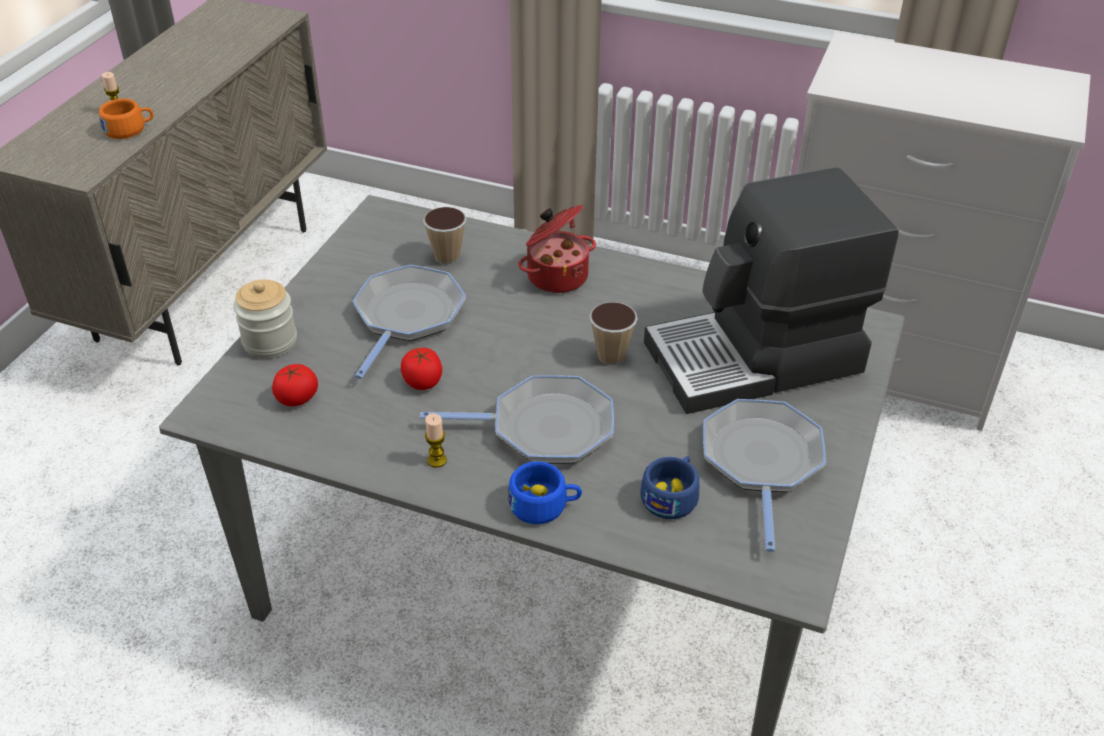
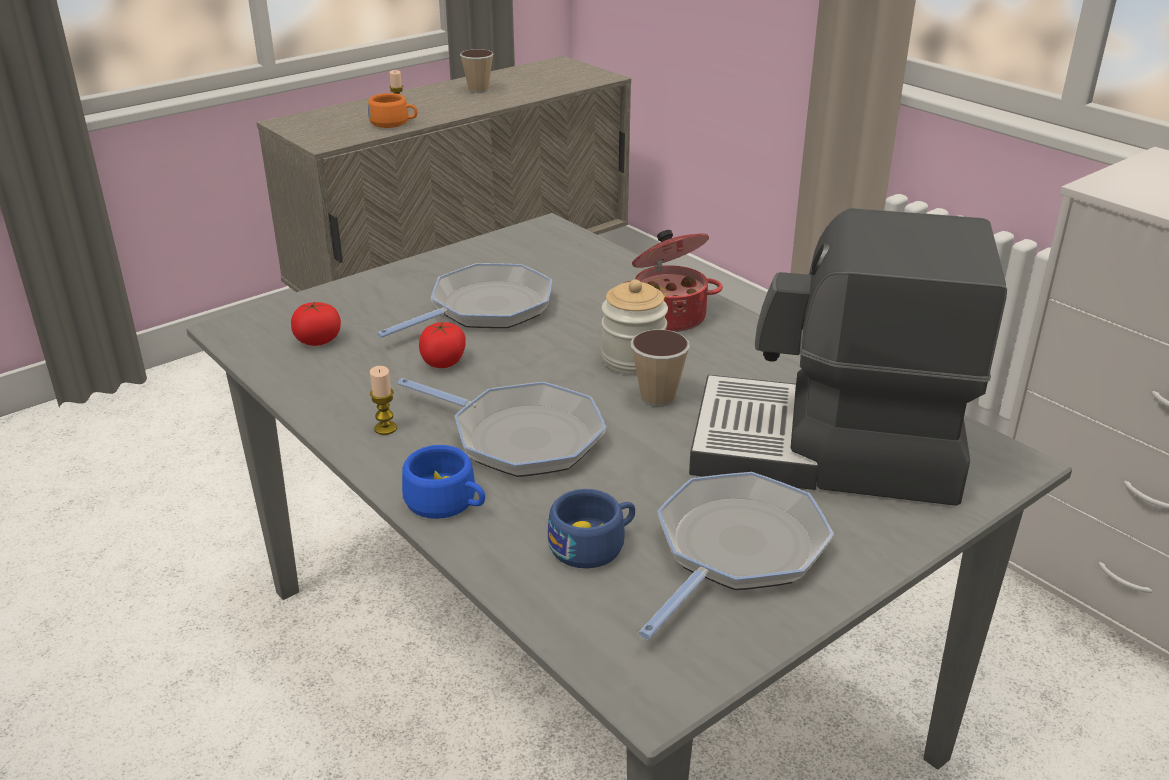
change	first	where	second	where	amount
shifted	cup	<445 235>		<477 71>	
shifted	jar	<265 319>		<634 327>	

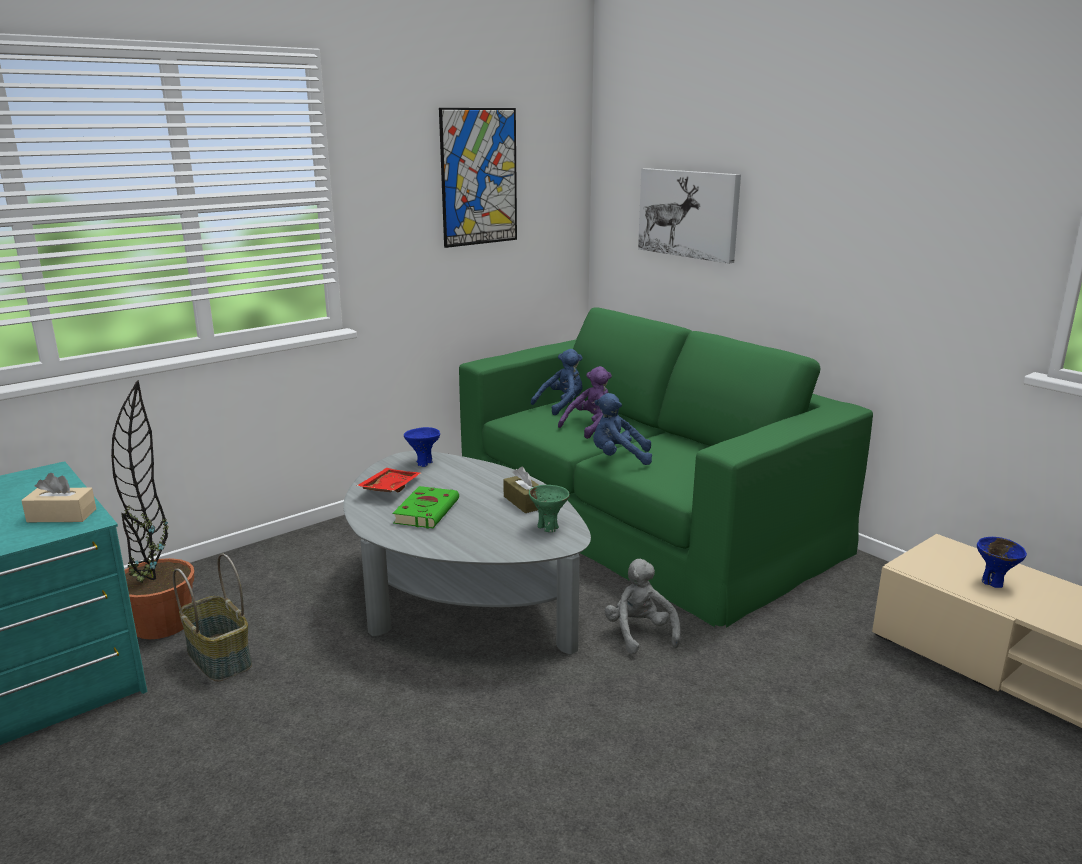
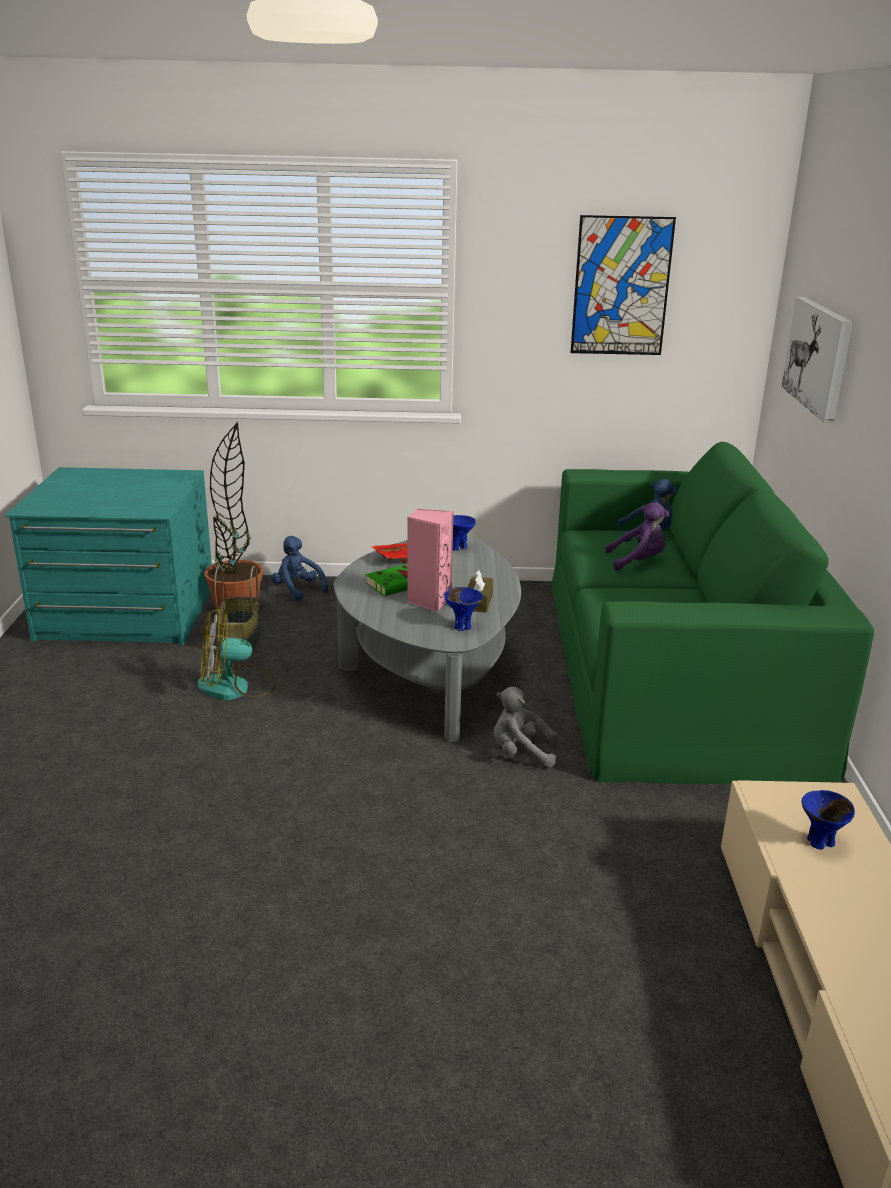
change	first	where	second	where	amount
new			fan	<237 654>	
shifted	blue plush toy	<622 429>		<299 568>	
new			pink speaker	<430 560>	
repainted	green bowl	<549 508>	blue bowl	<464 609>	
rotated	grey plush toy	<642 606>		<526 727>	105 degrees counterclockwise
gone	beige tissue box	<58 497>			

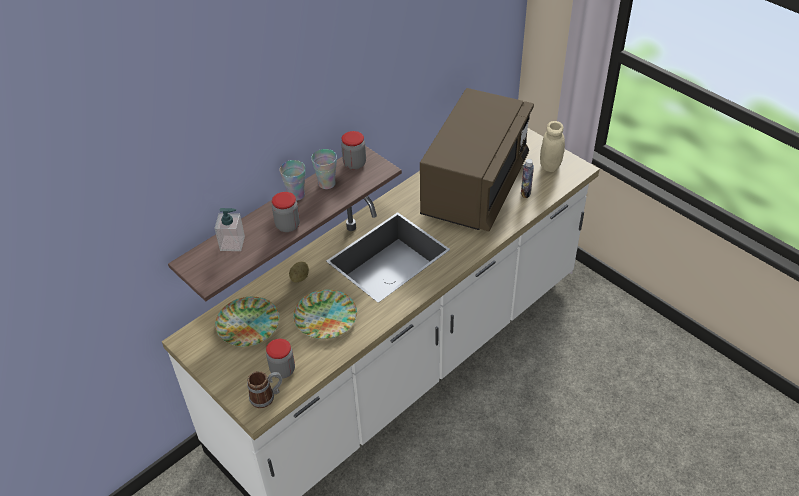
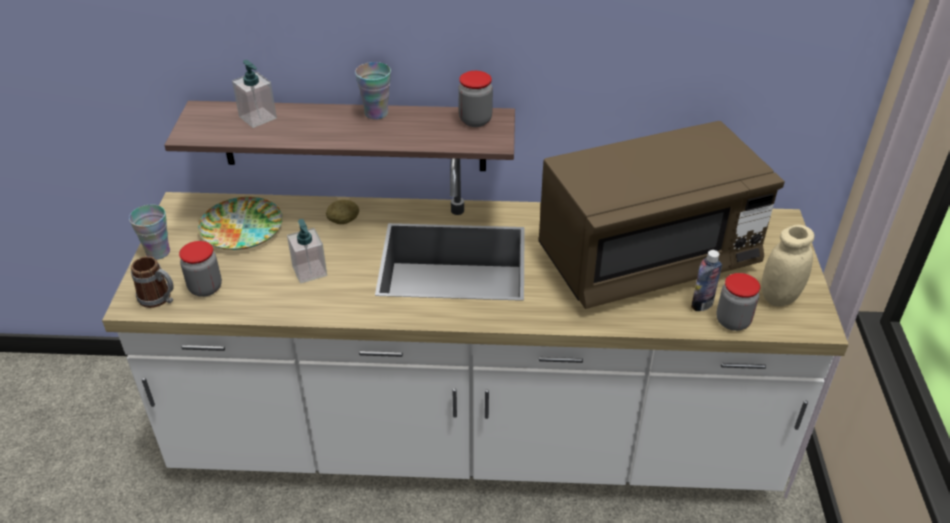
change	first	where	second	where	amount
shifted	cup	<324 169>		<149 232>	
swapped	plate	<325 314>	soap dispenser	<307 251>	
shifted	jar	<286 212>		<738 302>	

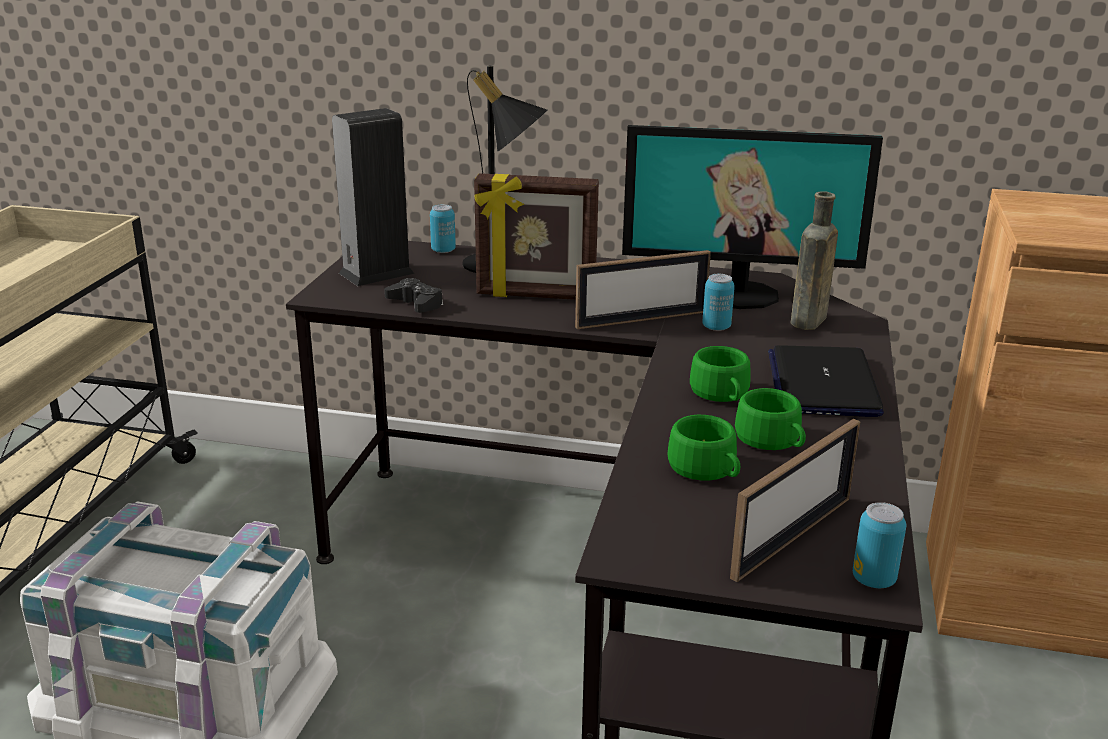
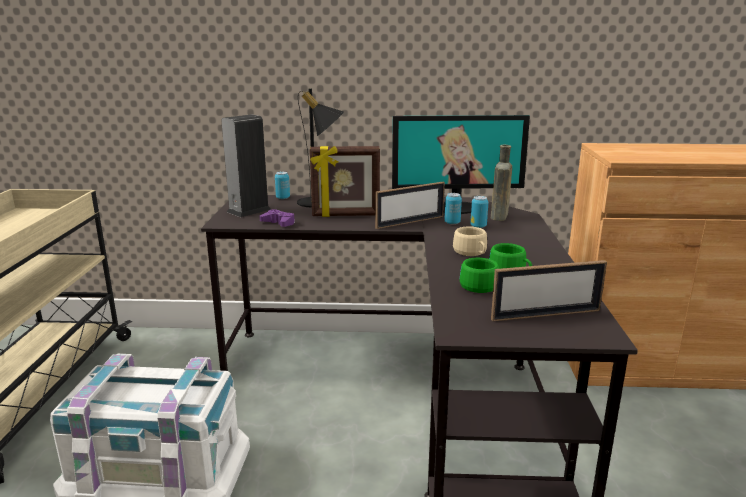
change	first	where	second	where	amount
repainted	black game controller	<413 295>	purple game controller	<277 218>	
repainted	green cup	<720 374>	beige cup	<470 241>	
shifted	can	<880 545>		<479 212>	
rotated	picture frame	<795 500>		<549 290>	45 degrees clockwise
gone	laptop	<826 381>			

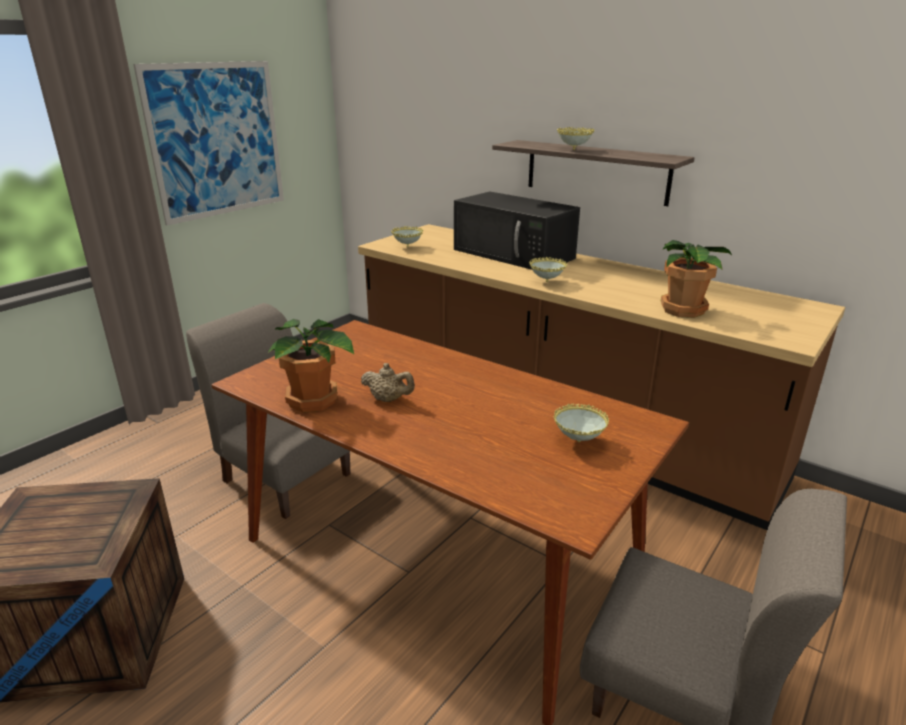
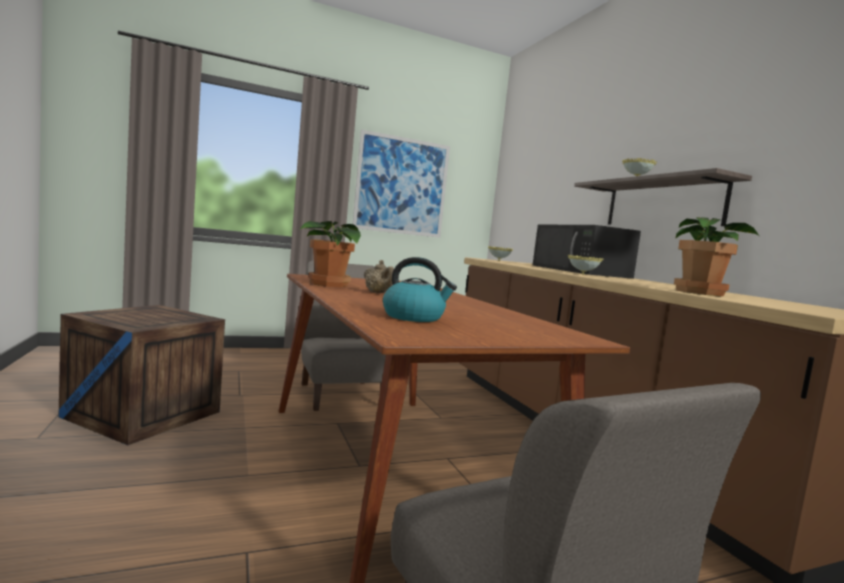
change	first	where	second	where	amount
new			kettle	<420 289>	
gone	bowl	<581 422>			

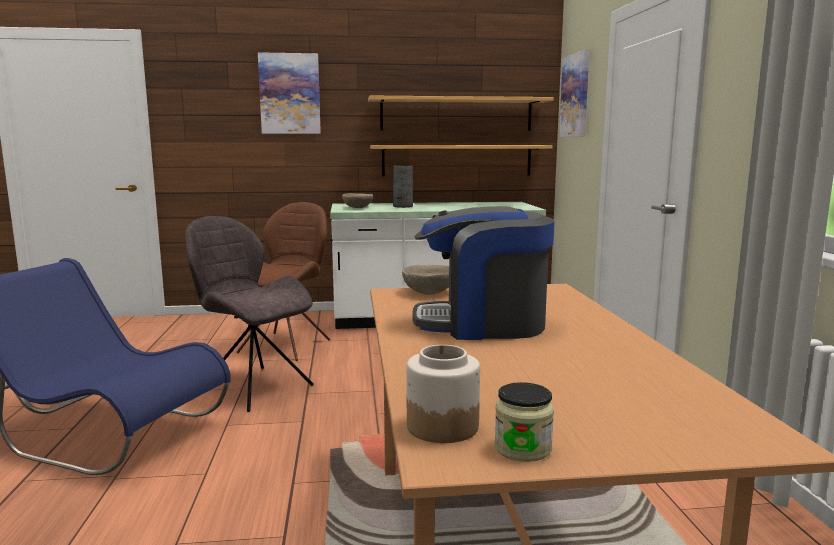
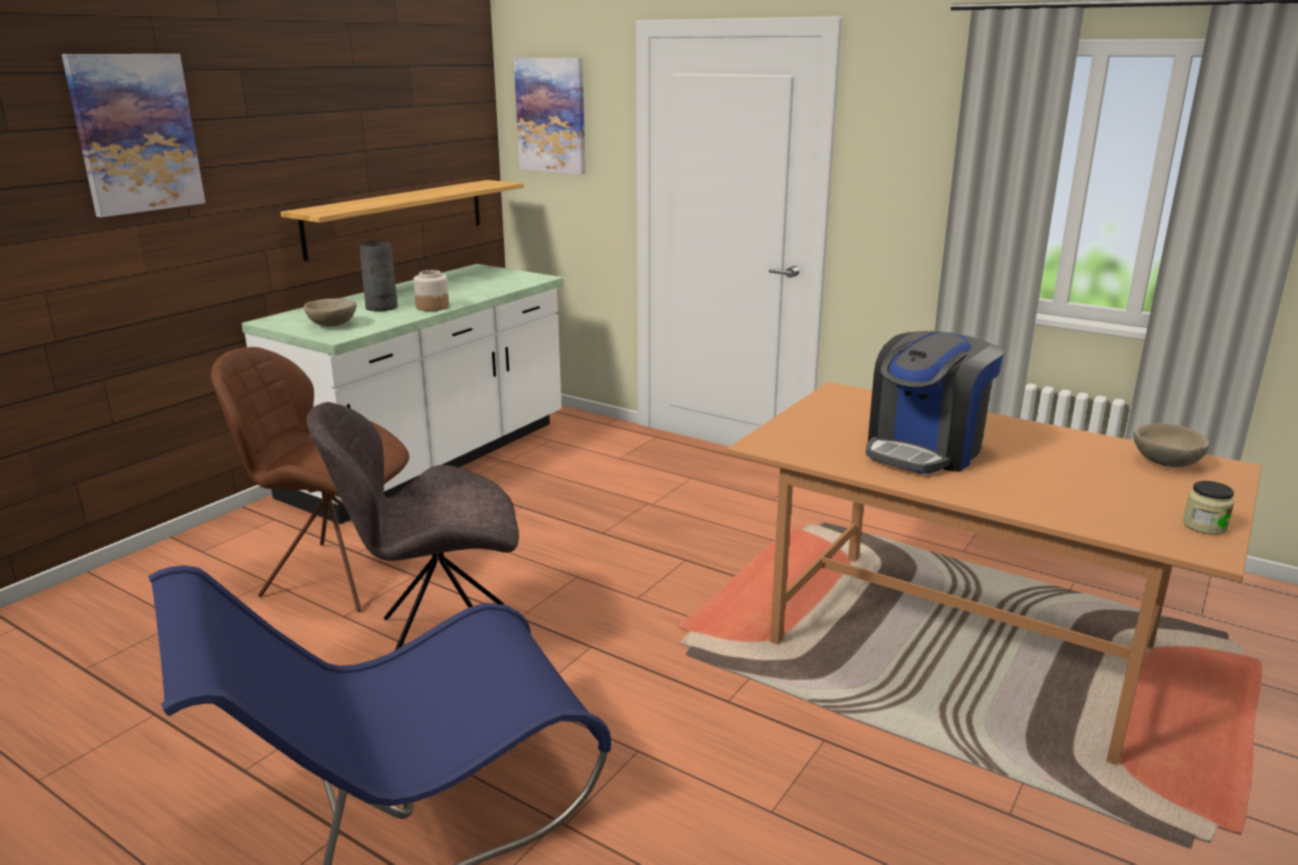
change	first	where	second	where	amount
rotated	brown chair	<283 281>		<310 479>	45 degrees counterclockwise
shifted	jar	<443 394>		<431 290>	
shifted	beige bowl	<425 280>		<1171 445>	
gone	shelf	<461 113>			

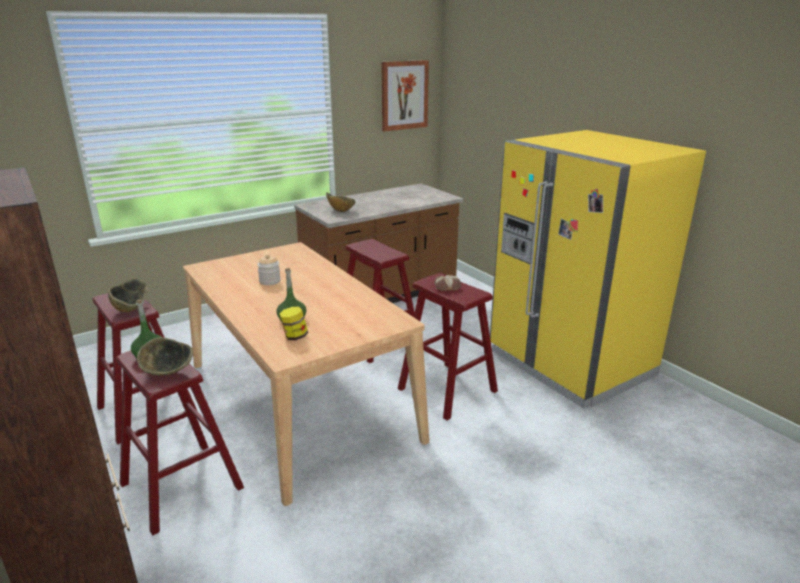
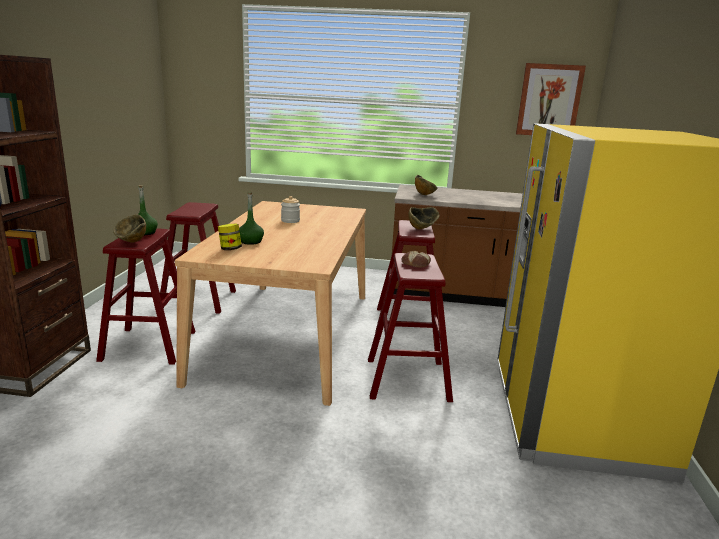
change	first	where	second	where	amount
shifted	bowl	<128 295>		<424 218>	

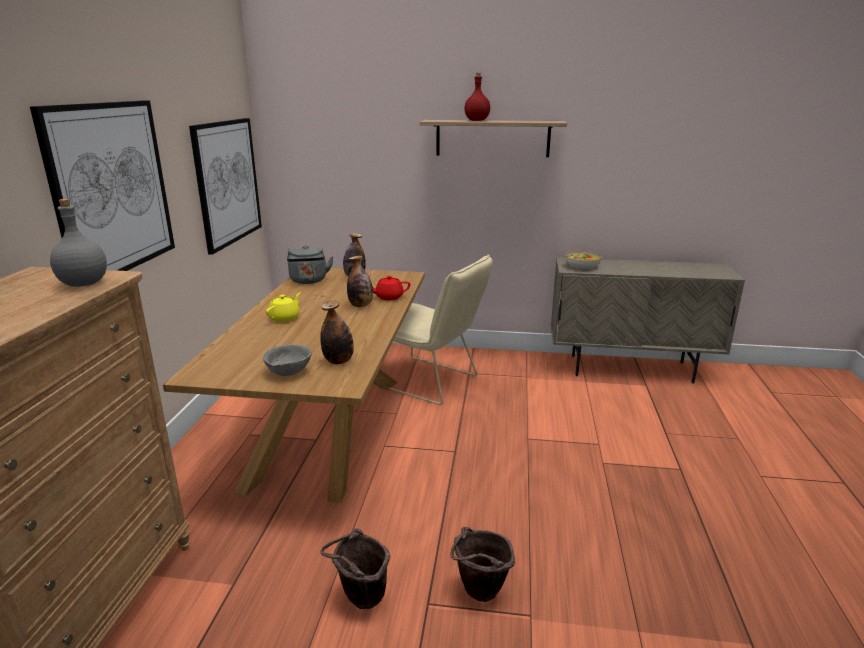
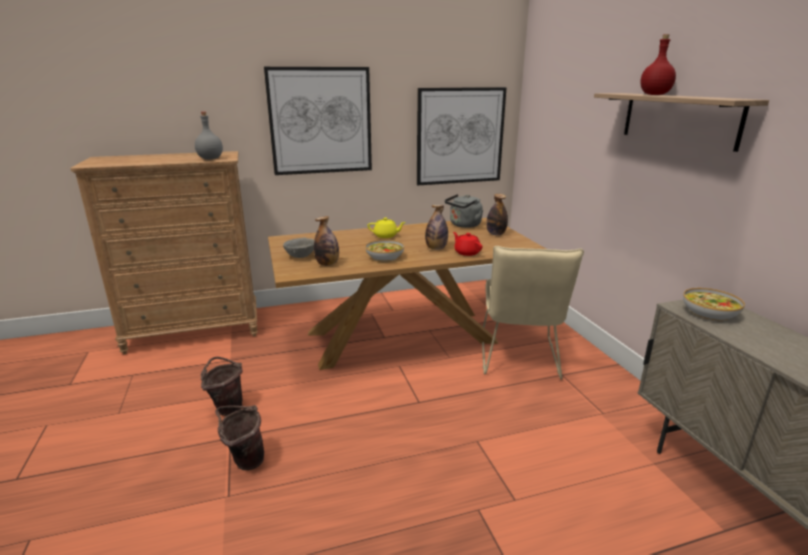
change	first	where	second	where	amount
new			bowl	<384 251>	

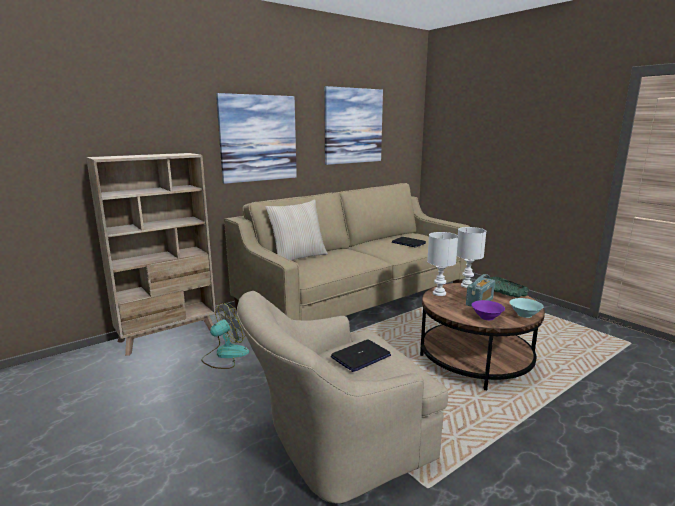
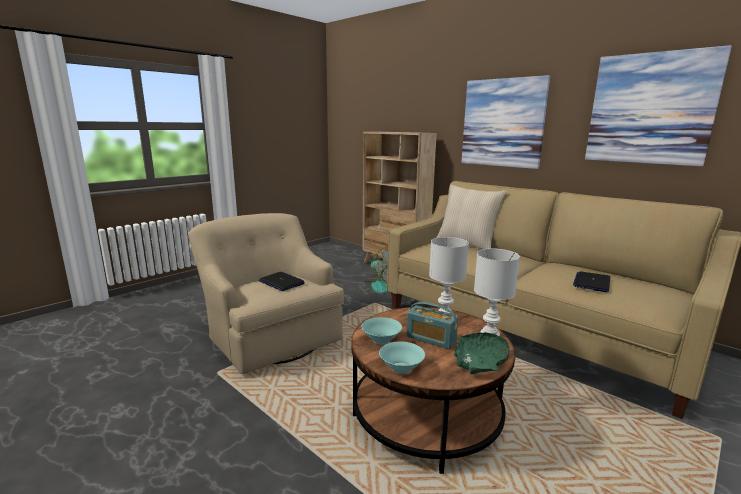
change	first	where	second	where	amount
repainted	purple bowl	<488 310>	turquoise bowl	<382 331>	

